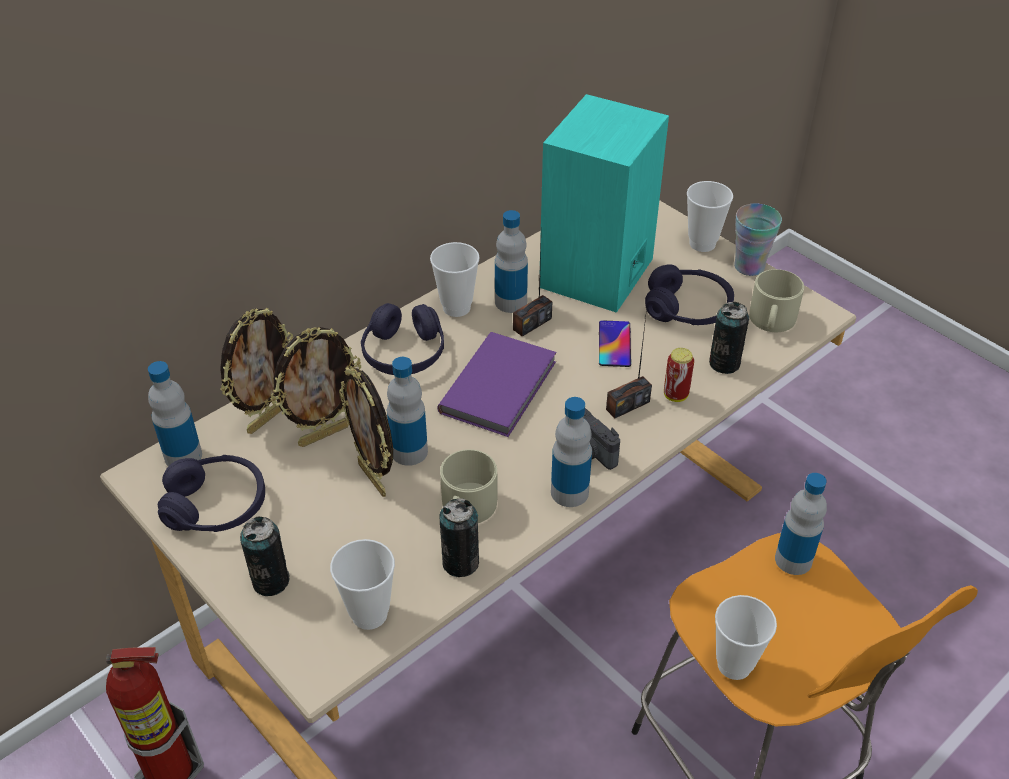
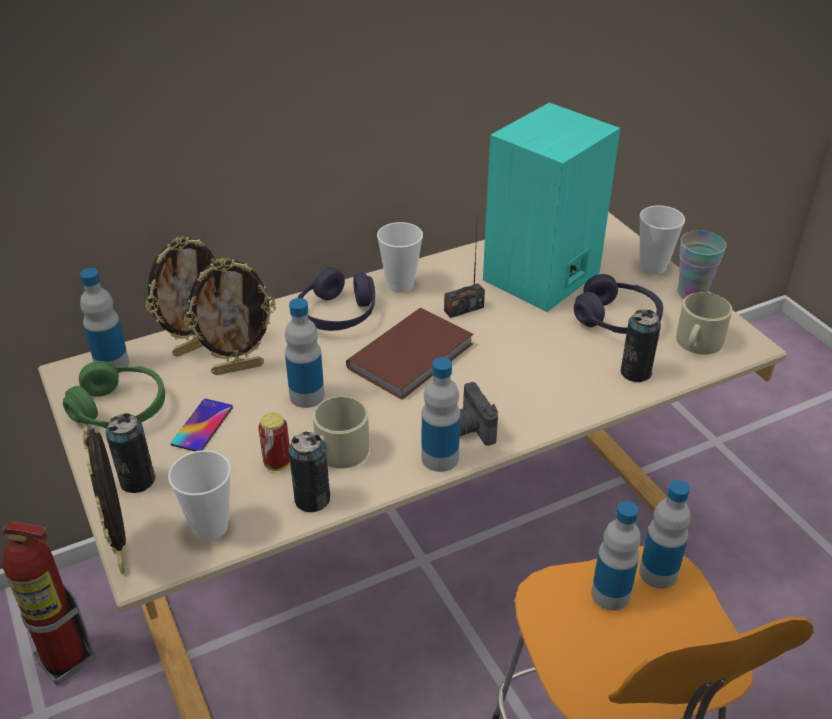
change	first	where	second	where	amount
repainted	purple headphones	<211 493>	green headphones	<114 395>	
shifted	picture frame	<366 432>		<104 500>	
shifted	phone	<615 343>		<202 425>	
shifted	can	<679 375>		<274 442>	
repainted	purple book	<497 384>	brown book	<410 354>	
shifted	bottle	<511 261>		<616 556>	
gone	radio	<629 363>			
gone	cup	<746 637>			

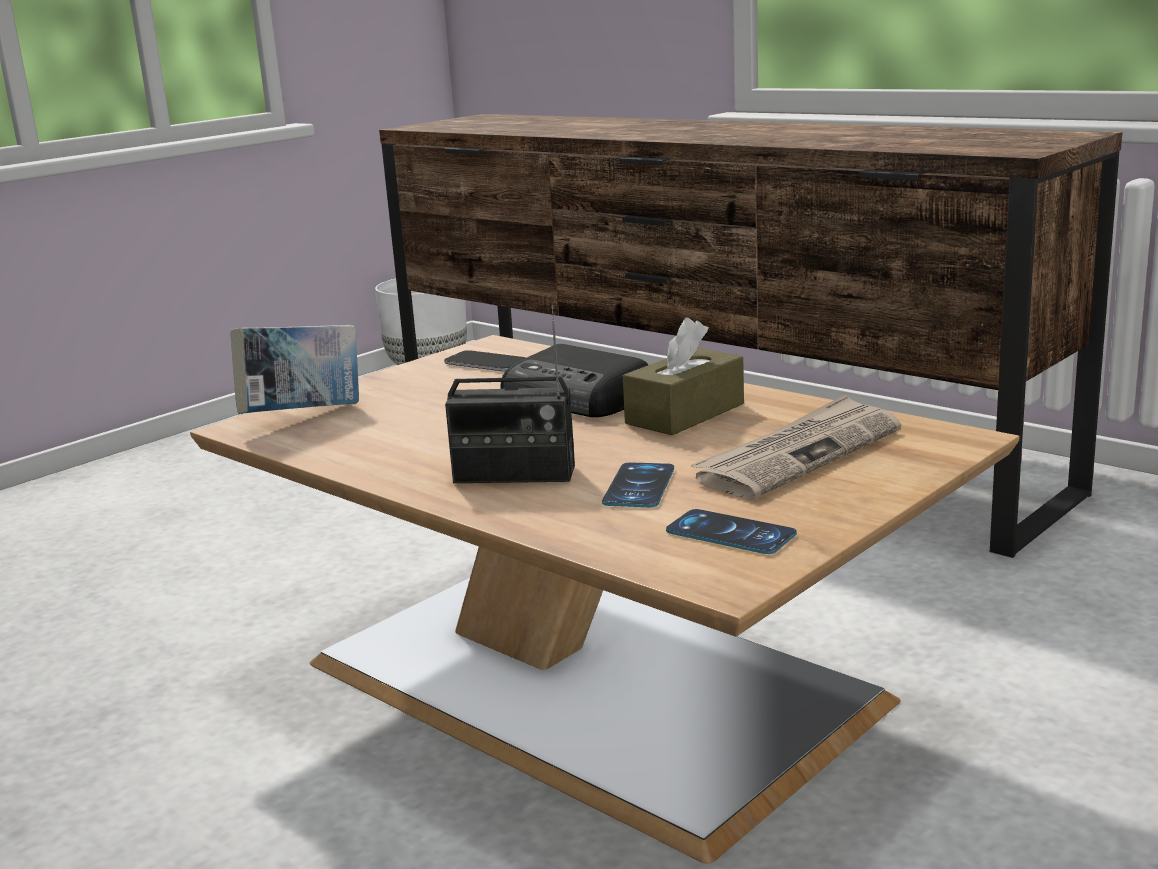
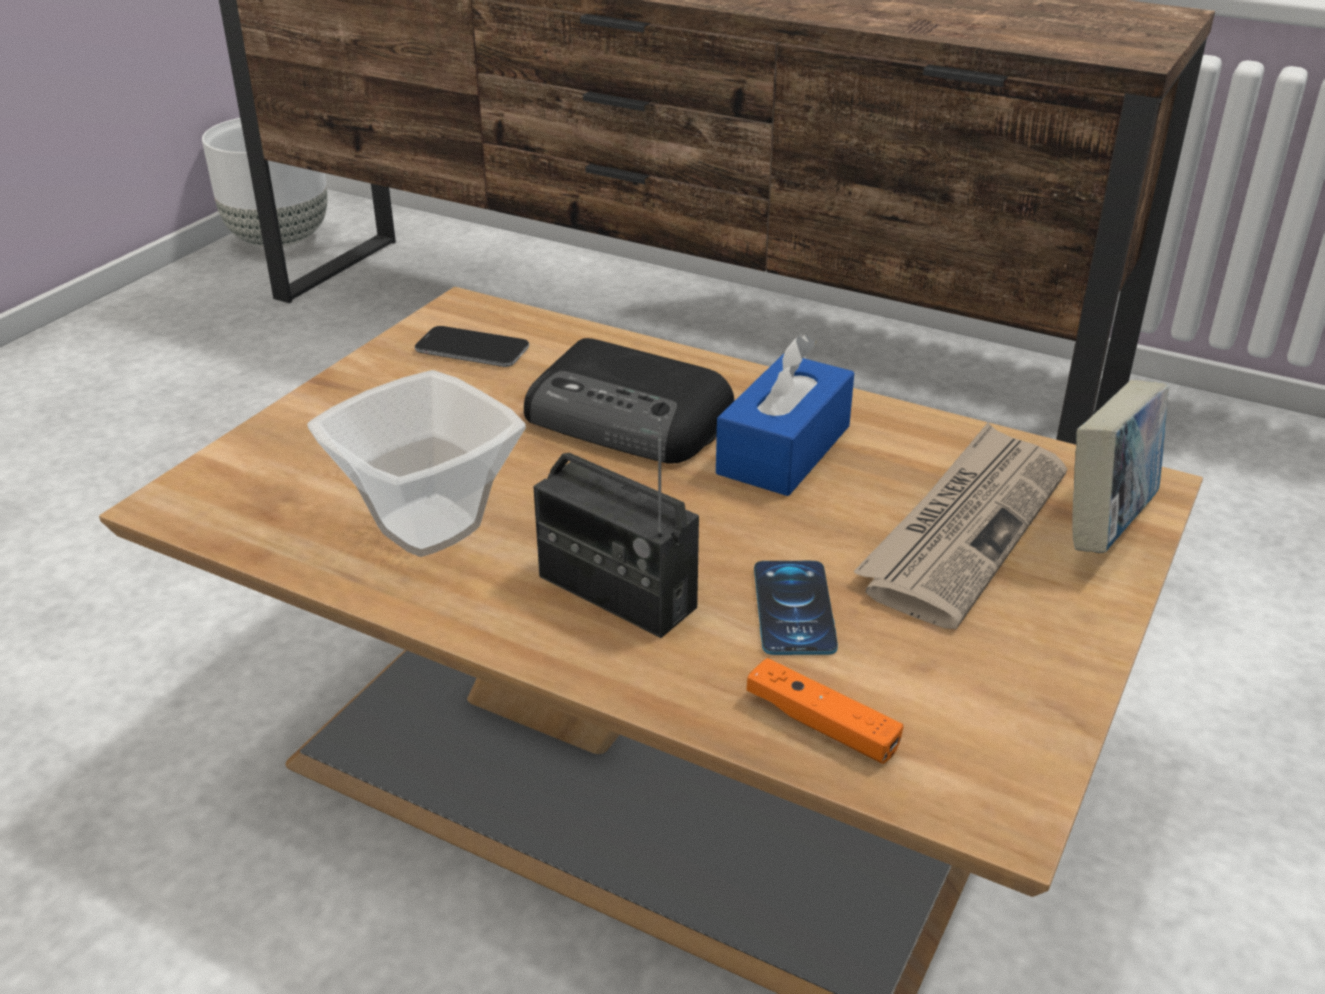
change	first	where	second	where	amount
new			bowl	<416 463>	
rotated	radio	<510 394>		<616 528>	45 degrees clockwise
repainted	brown tissue box	<683 376>	blue tissue box	<785 415>	
new			orange game controller	<824 711>	
shifted	book	<294 369>		<1120 466>	
gone	phone	<731 531>			

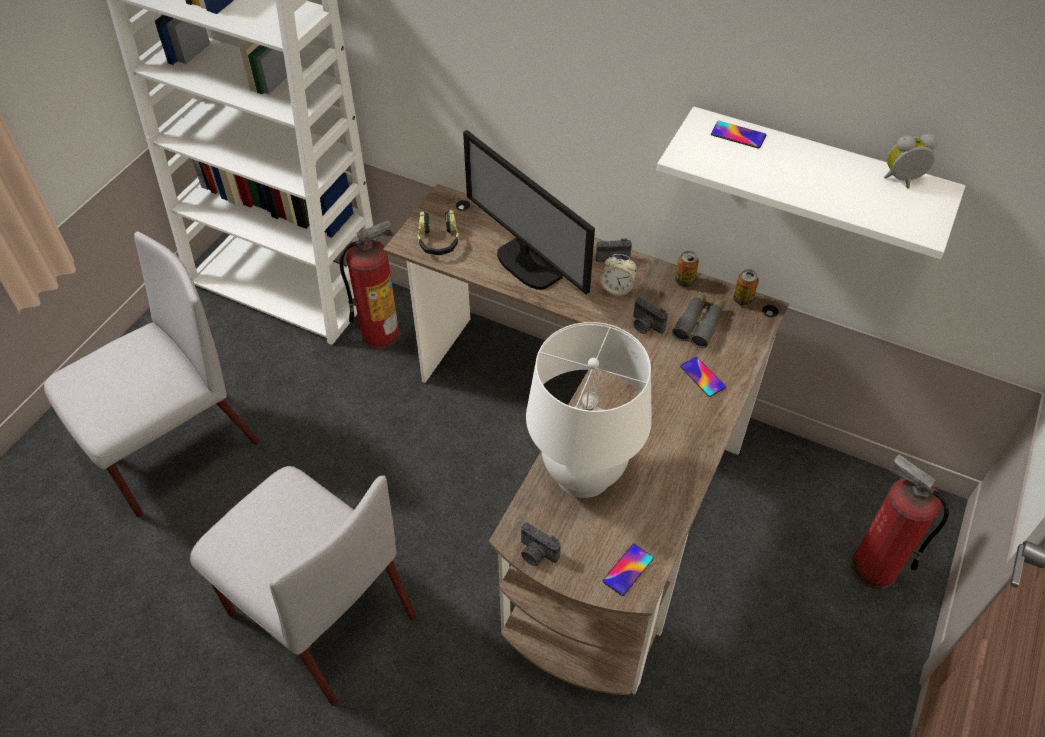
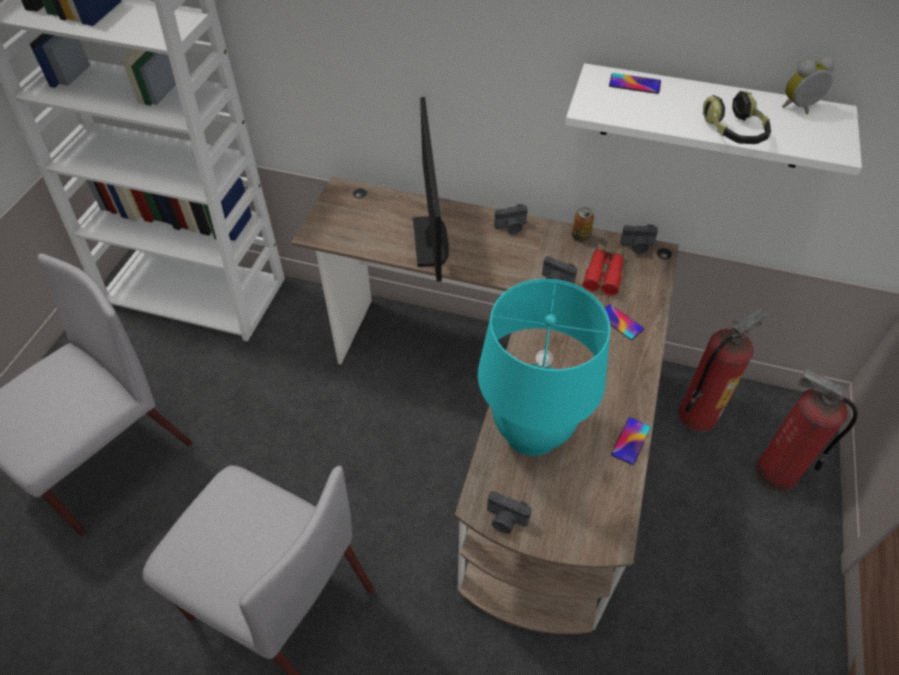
change	first	where	second	where	amount
rotated	monitor	<529 212>		<431 189>	135 degrees counterclockwise
repainted	white table lamp	<588 410>	turquoise table lamp	<544 367>	
repainted	grey binoculars	<699 319>	red binoculars	<603 269>	
shifted	phone	<628 570>		<631 441>	
swapped	can	<746 287>	photo camera	<639 239>	
shifted	fire extinguisher	<370 284>		<722 370>	
shifted	headphones	<438 232>		<737 117>	
gone	alarm clock	<618 275>			

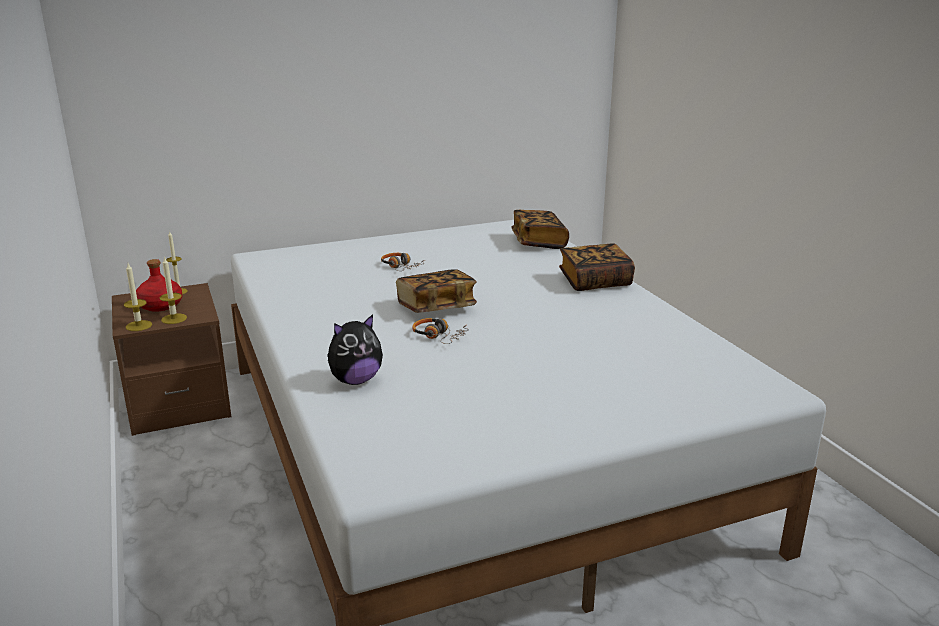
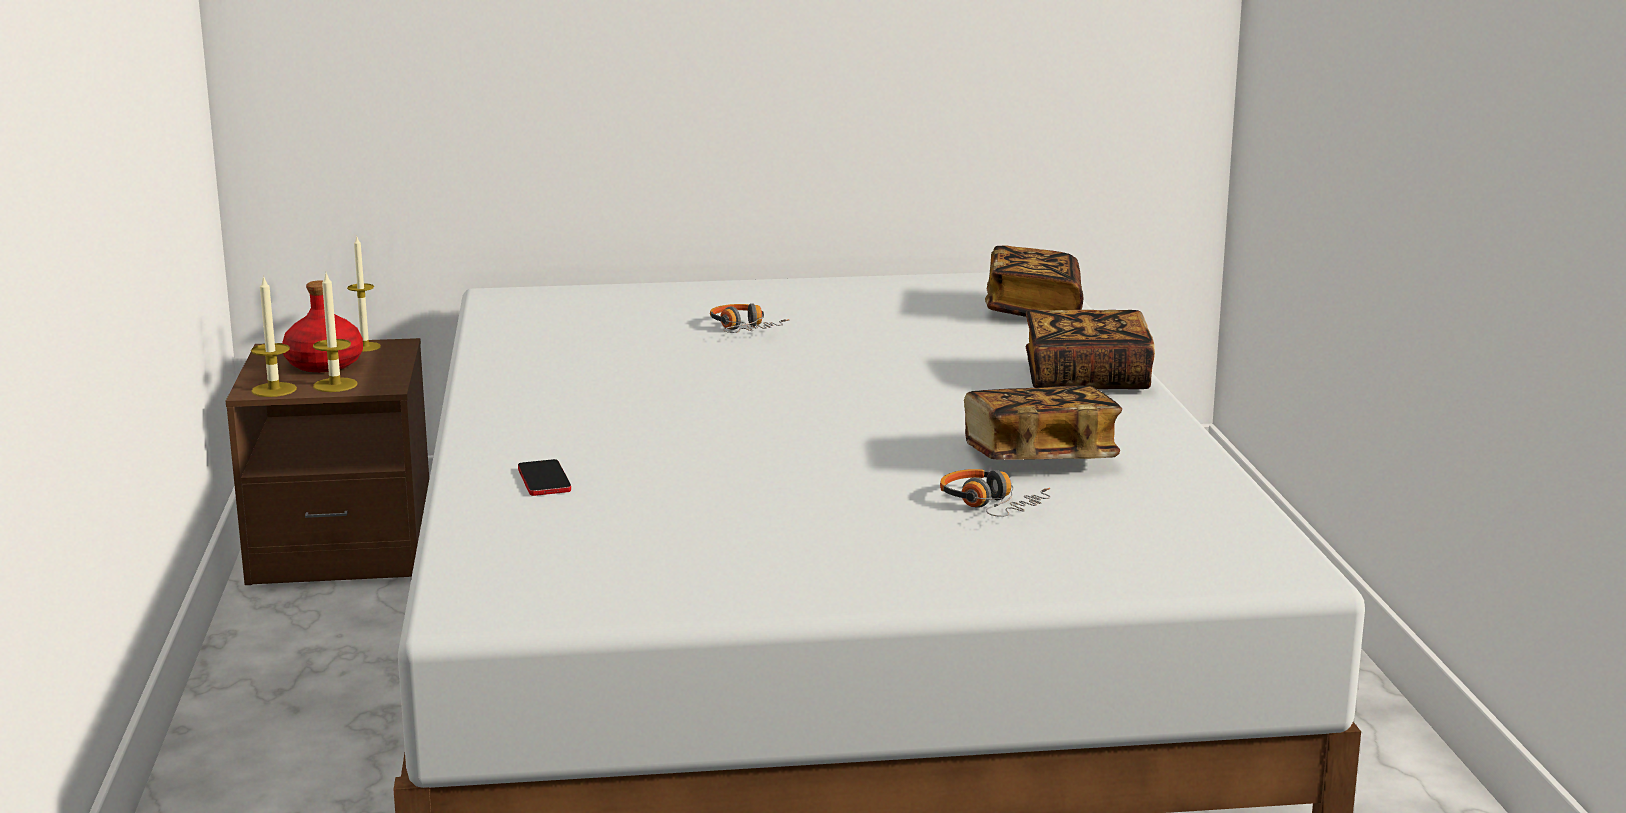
change	first	where	second	where	amount
swapped	plush toy	<355 349>	phone	<544 477>	
shifted	headphones	<440 331>		<995 493>	
shifted	book	<436 291>		<1043 422>	

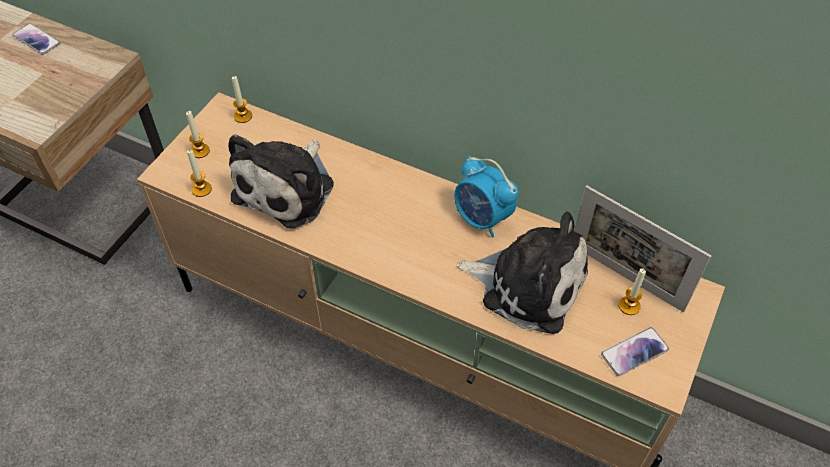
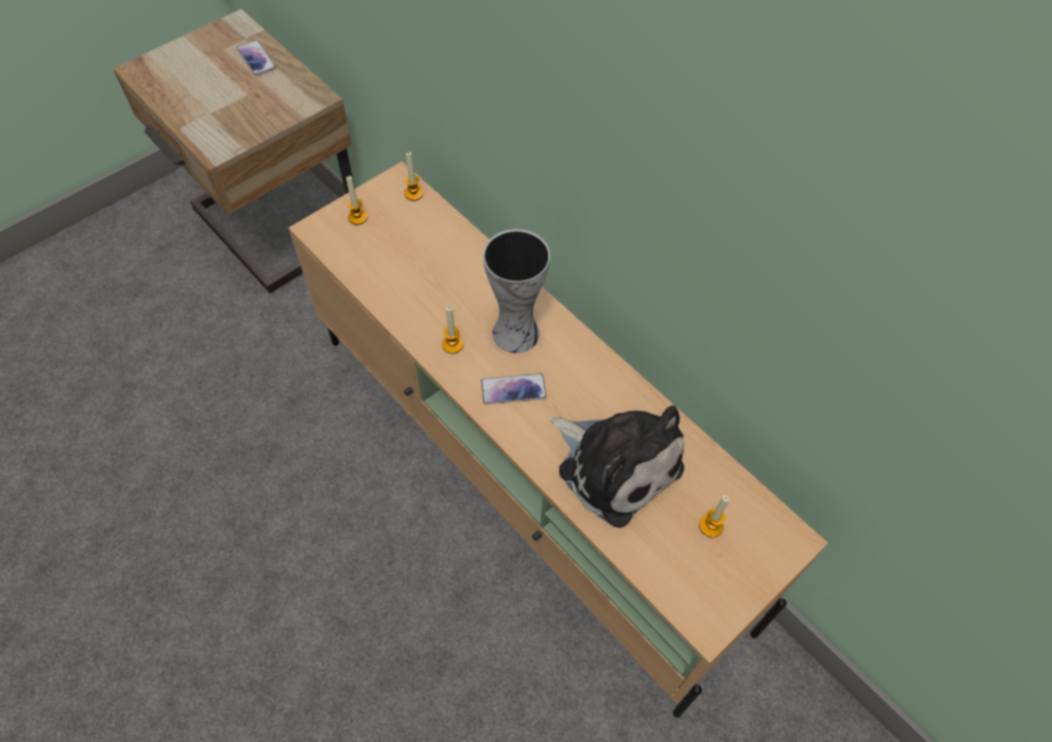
change	first	where	second	where	amount
shifted	candle	<199 173>		<453 330>	
shifted	phone	<635 351>		<514 388>	
new			vase	<516 291>	
gone	plush toy	<281 181>			
gone	alarm clock	<486 196>			
gone	picture frame	<642 248>			

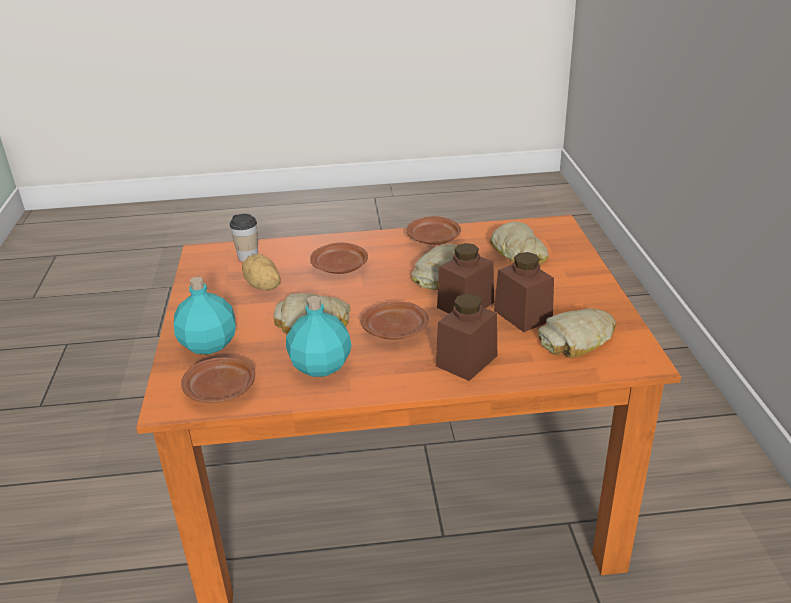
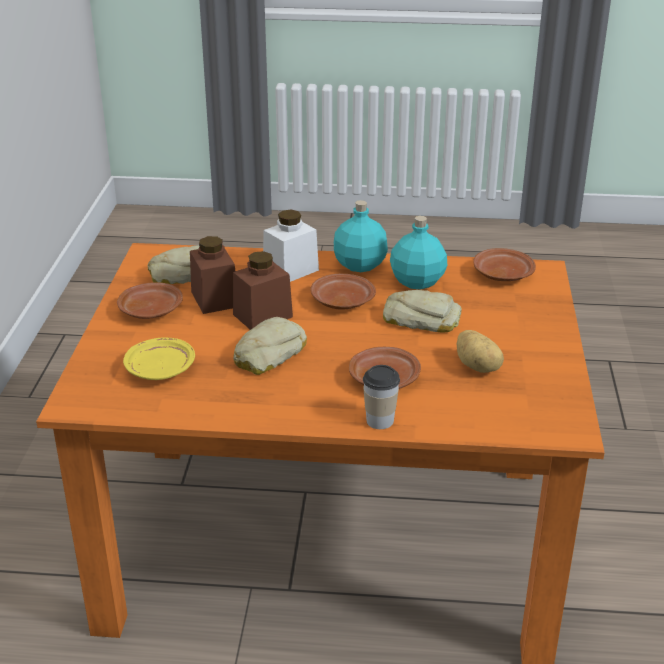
change	first	where	second	where	amount
shifted	brown plate	<433 230>		<150 300>	
swapped	bread	<519 242>	yellow plate	<159 359>	
repainted	brown jar	<466 337>	white jar	<291 246>	
shifted	turquoise bottle	<205 315>		<361 236>	
shifted	cup	<243 238>		<381 397>	

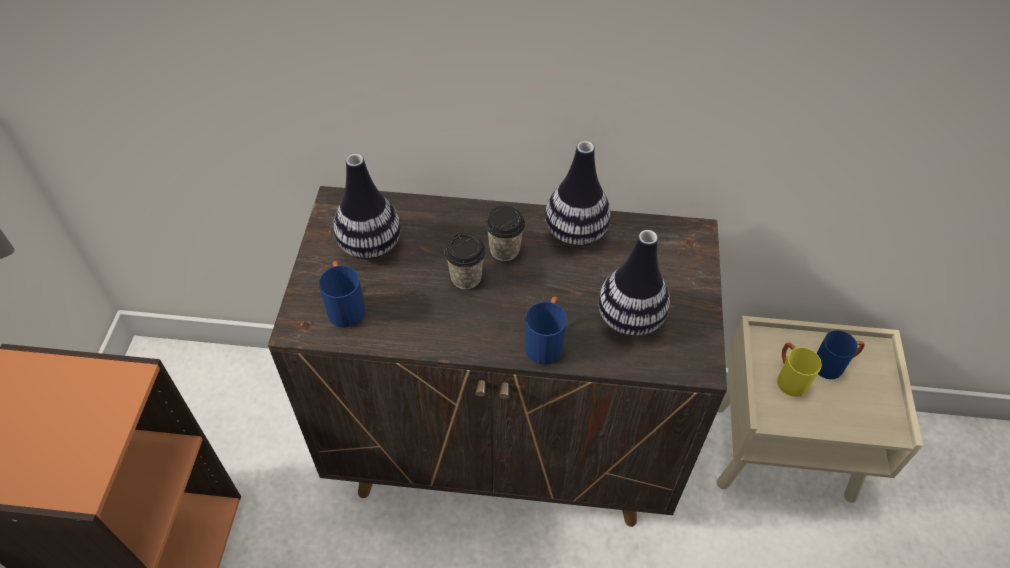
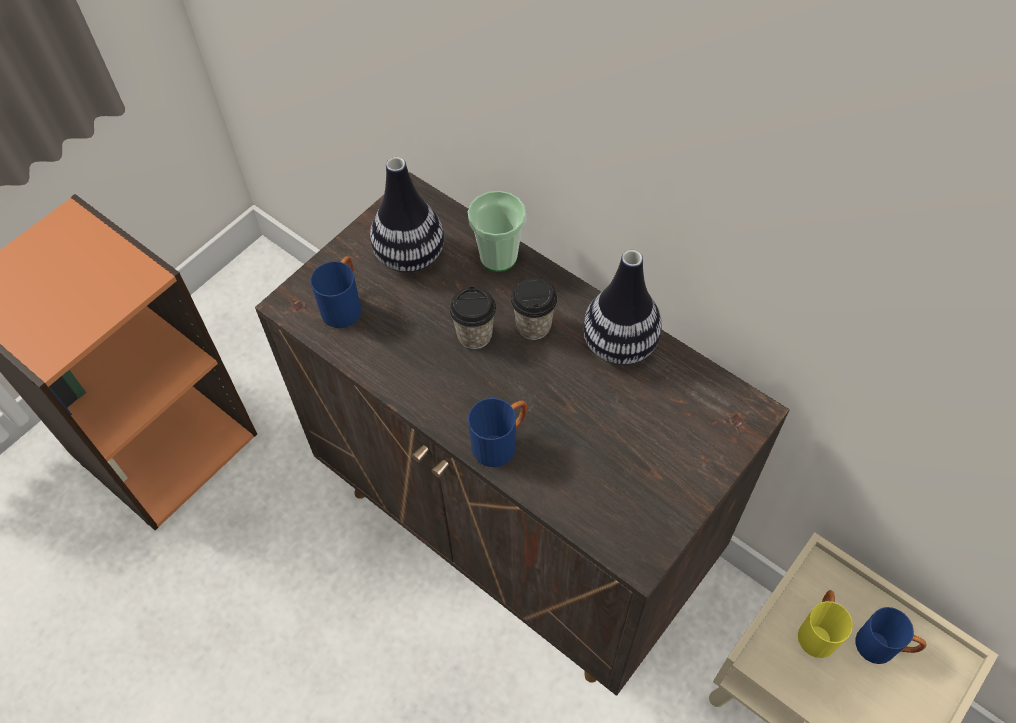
change	first	where	second	where	amount
new			cup	<497 231>	
gone	vase	<634 283>			

